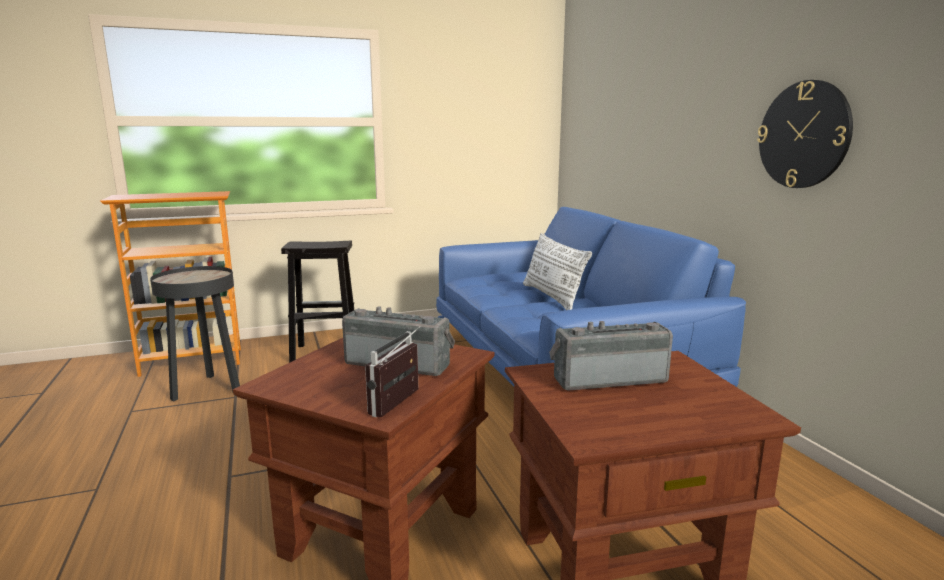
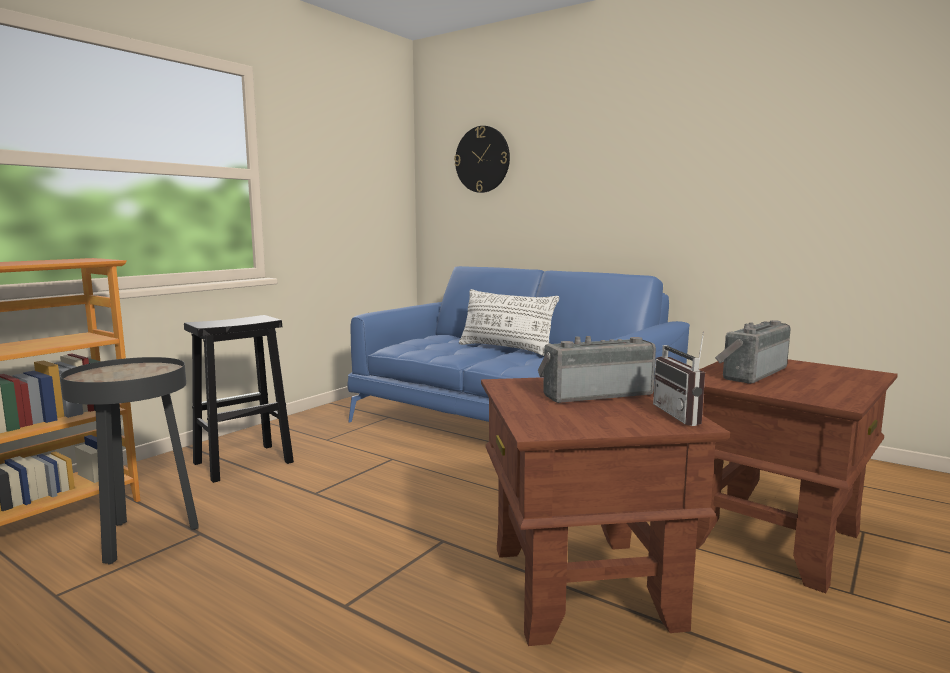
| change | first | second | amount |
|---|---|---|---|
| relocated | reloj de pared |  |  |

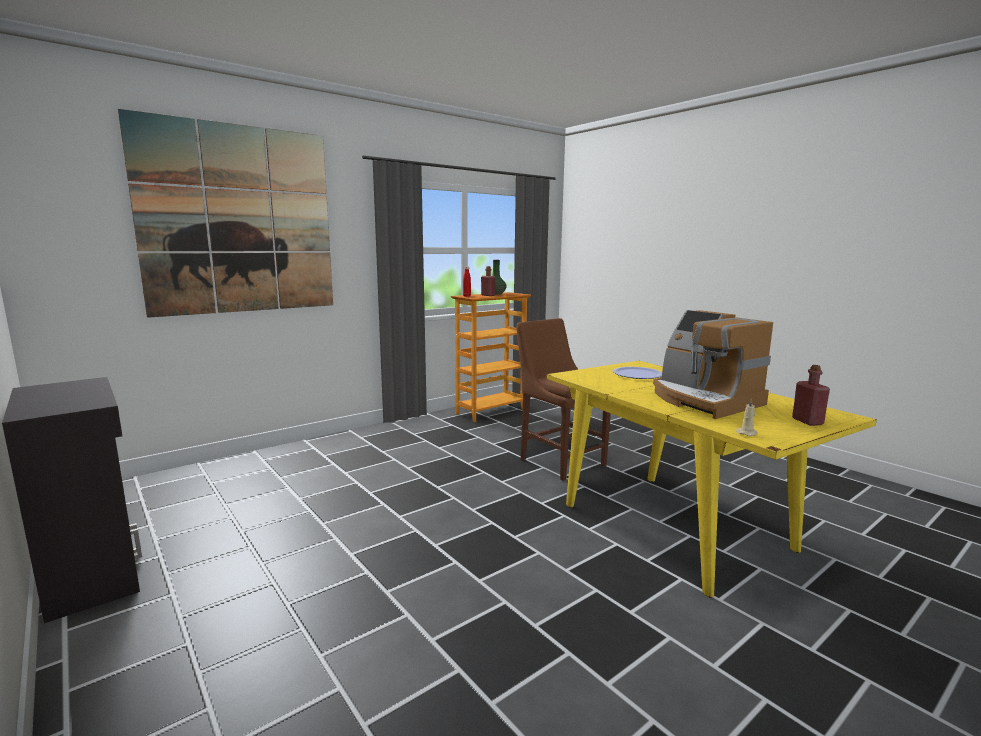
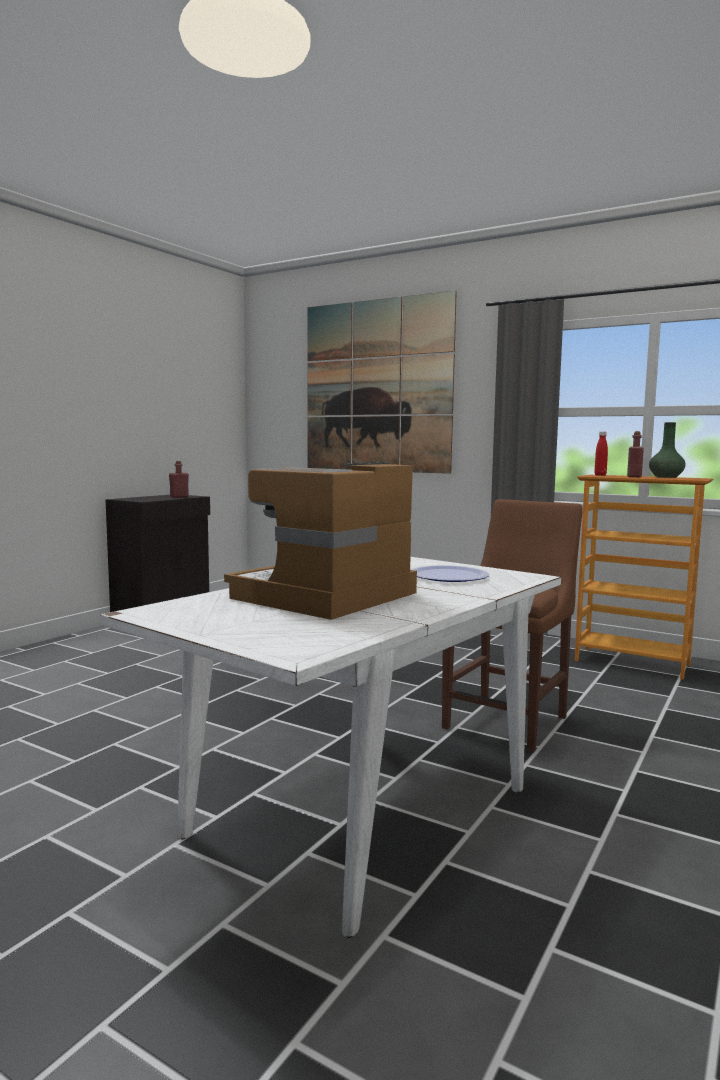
| change | first | second | amount |
|---|---|---|---|
| colour | mesa de comedor (amarillo) | mesa de comedor (blanco) |  |
| missing | vela (beis) |  |  |
| relocated | botella (rojo) (no. 3 from left in the first image) | botella (rojo) (no. 1 from left) |  |

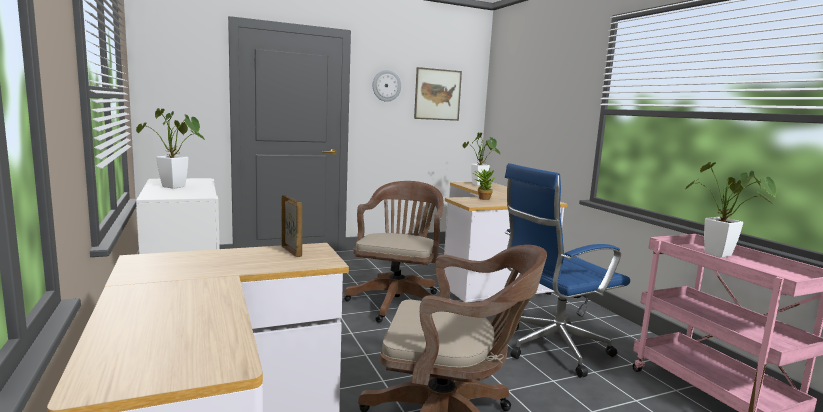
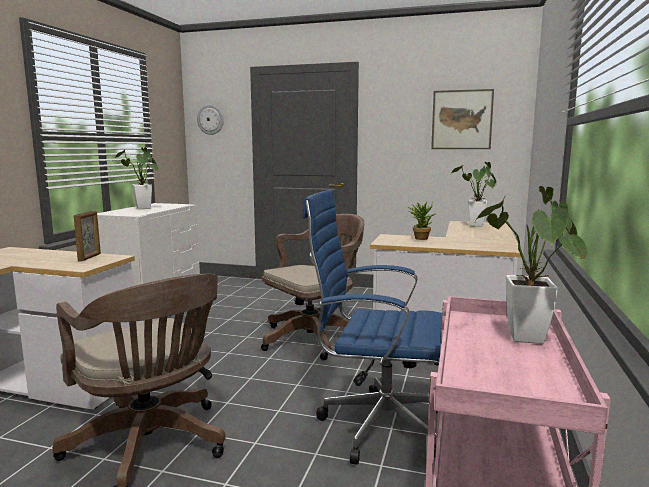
| change | first | second | amount |
|---|---|---|---|
| relocated | reloj de pared |  |  |

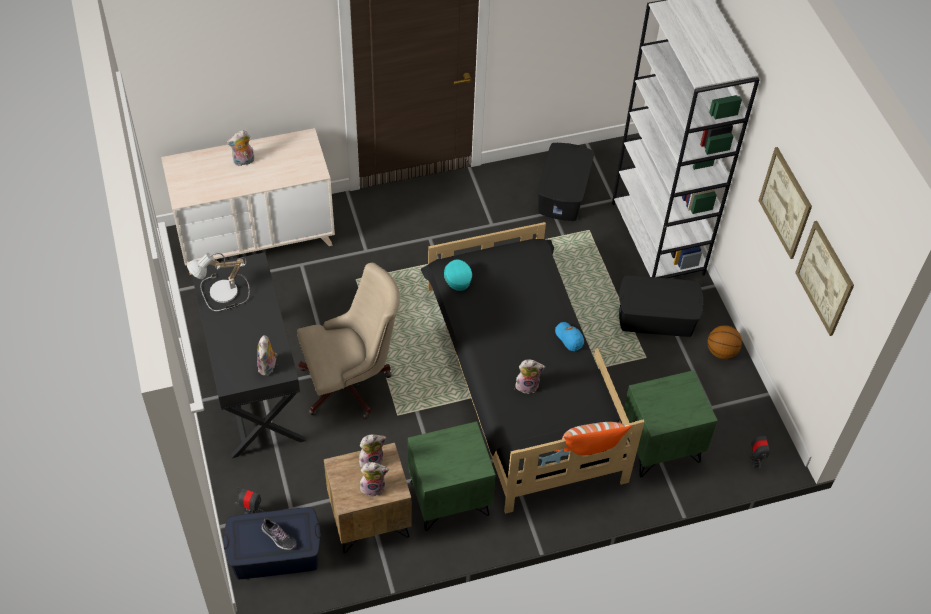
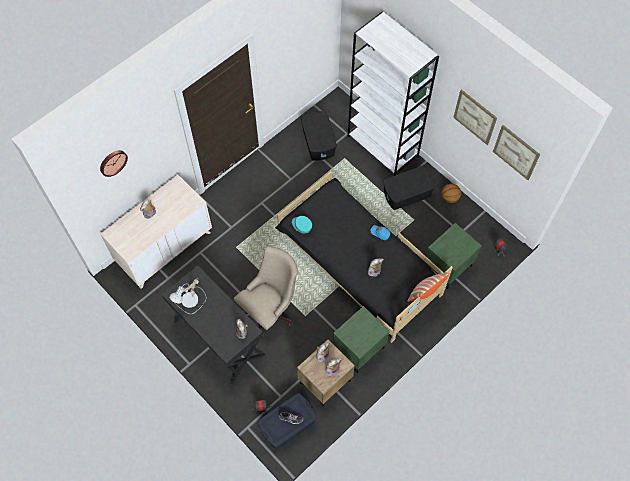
| change | first | second | amount |
|---|---|---|---|
| appeared |  | reloj de pared |  |

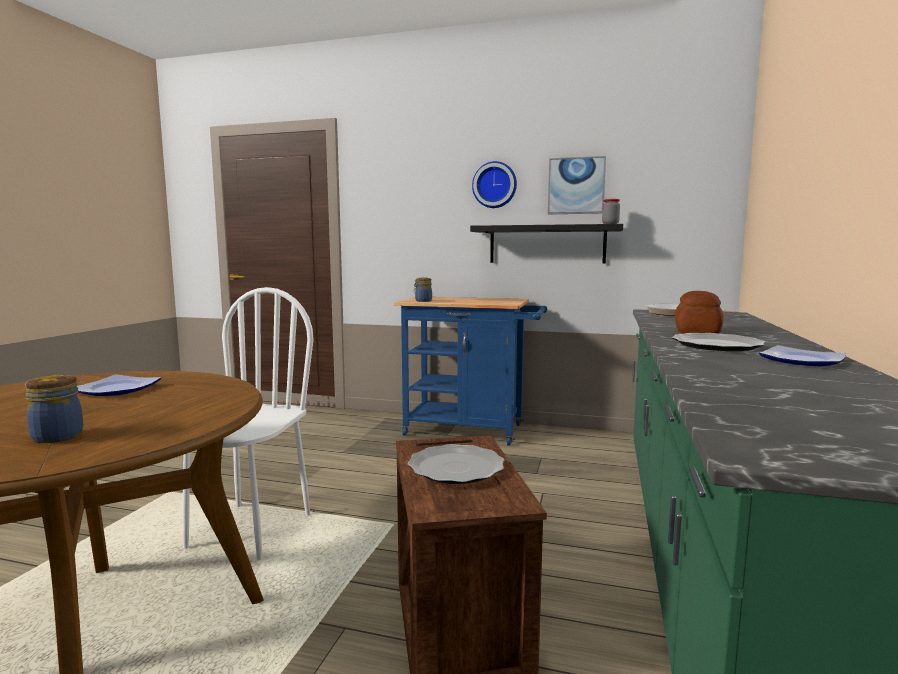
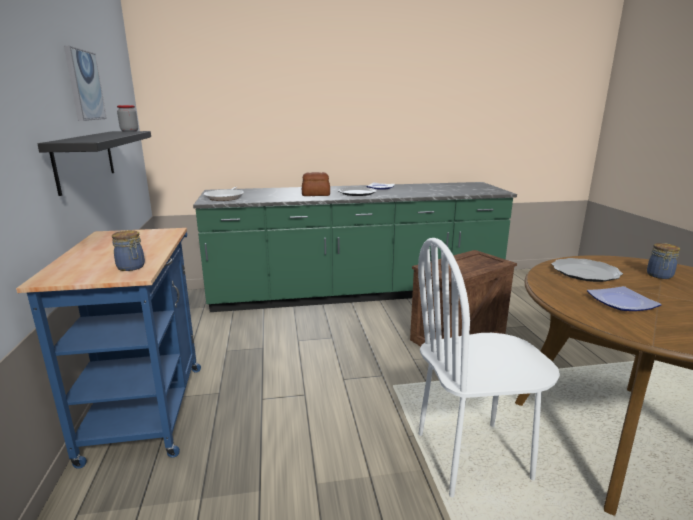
| change | first | second | amount |
|---|---|---|---|
| relocated | plato (no. 2 from left in the first image) | plato (no. 3 from left) |  |
| missing | reloj de pared |  |  |

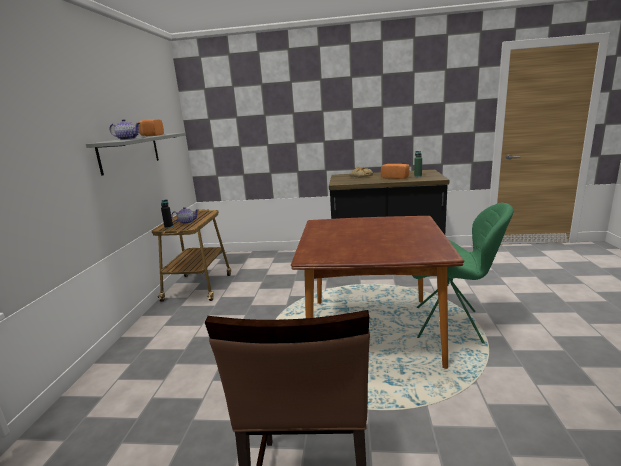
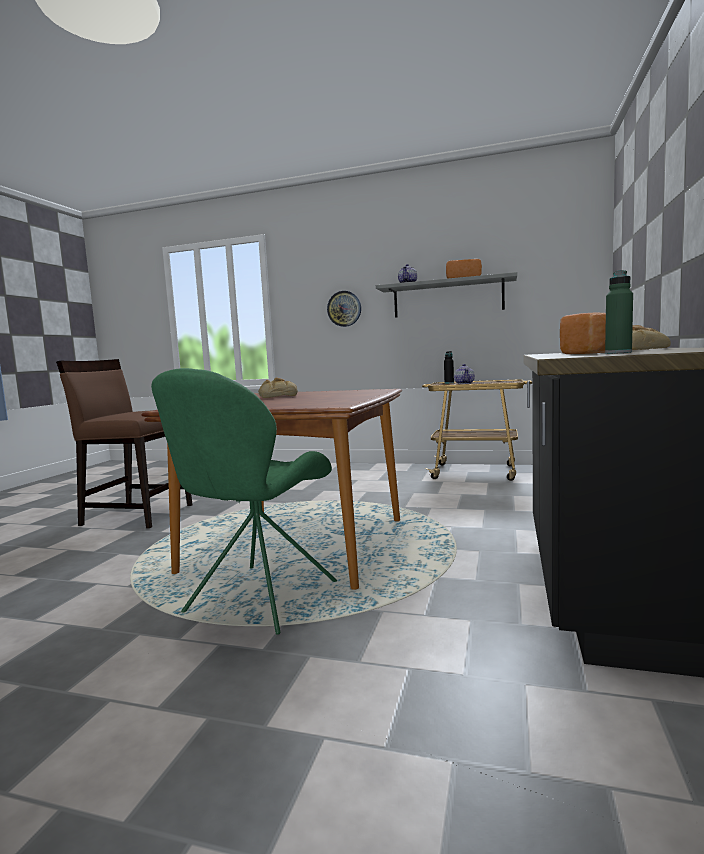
| change | first | second | amount |
|---|---|---|---|
| appeared |  | pan (no. 1 from left) |  |
| appeared |  | reloj de pared |  |

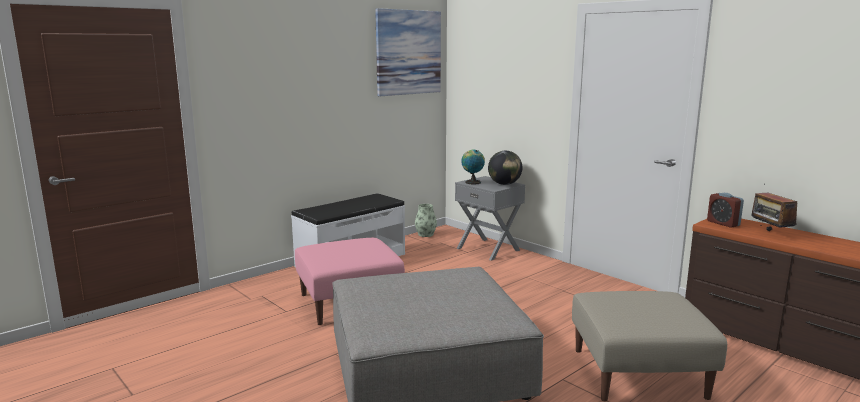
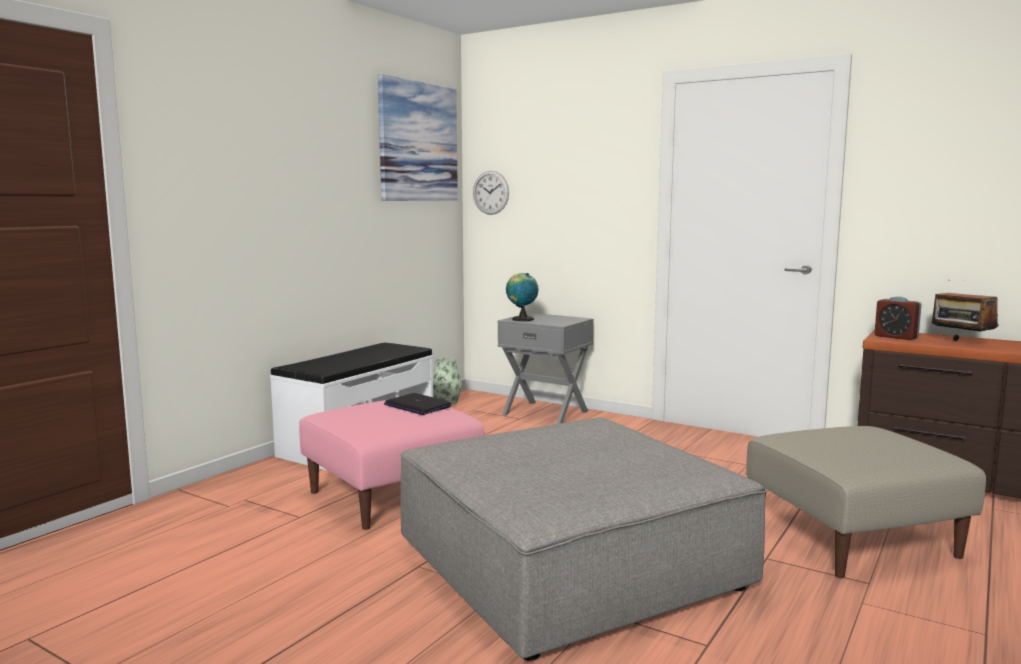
| change | first | second | amount |
|---|---|---|---|
| missing | globo terráqueo (no. 2 from left) |  |  |
| appeared |  | portátil |  |
| appeared |  | reloj de pared |  |

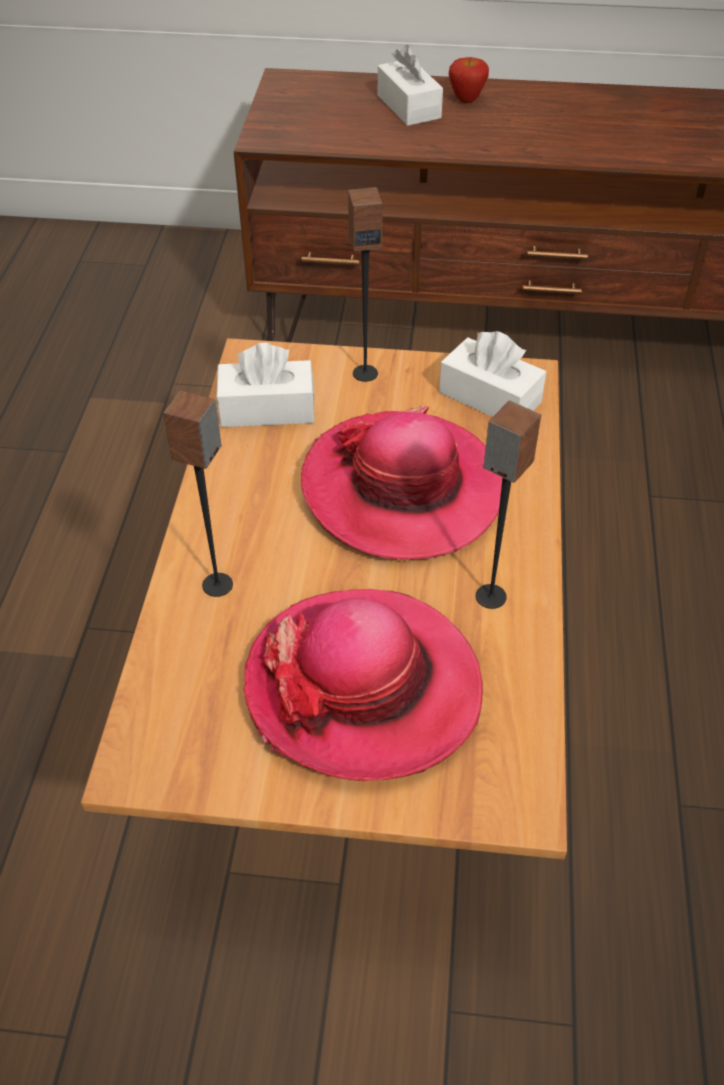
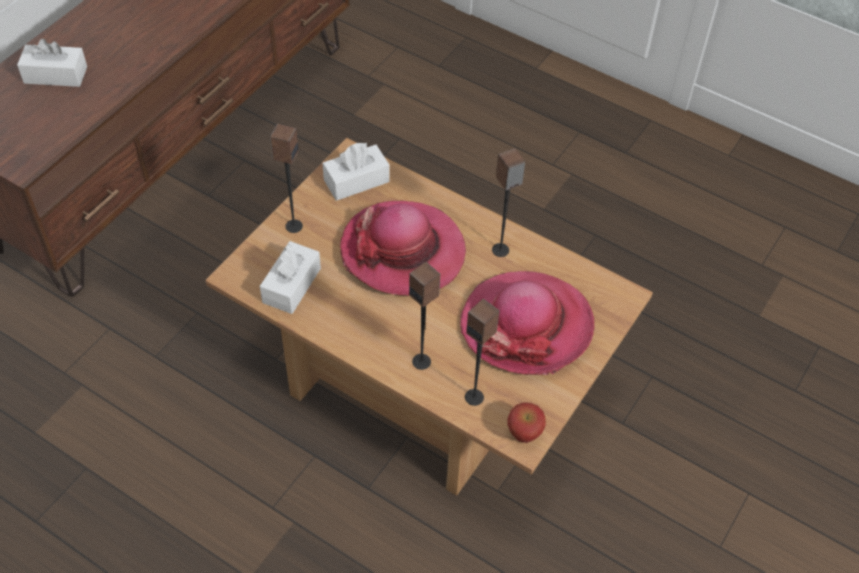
| change | first | second | amount |
|---|---|---|---|
| relocated | manzana |  |  |
| appeared |  | altavoz (no. 3 from left) |  |

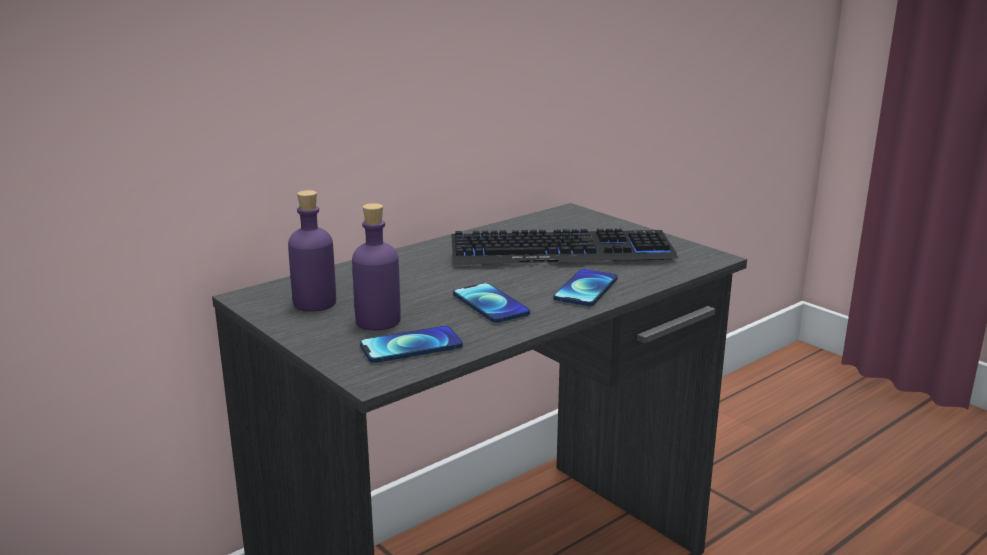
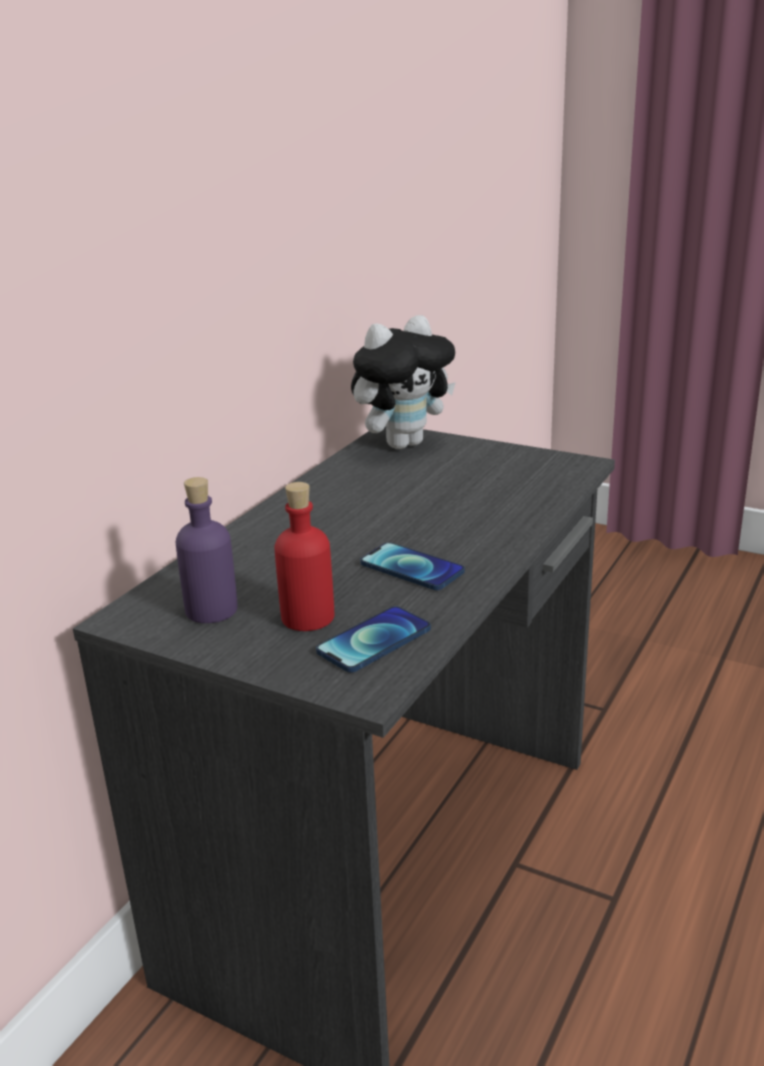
| change | first | second | amount |
|---|---|---|---|
| colour | botella (morado) (no. 2 from left) | botella (rojo) |  |
| missing | teclado |  |  |
| missing | móvil (no. 3 from left) |  |  |
| appeared |  | peluche |  |

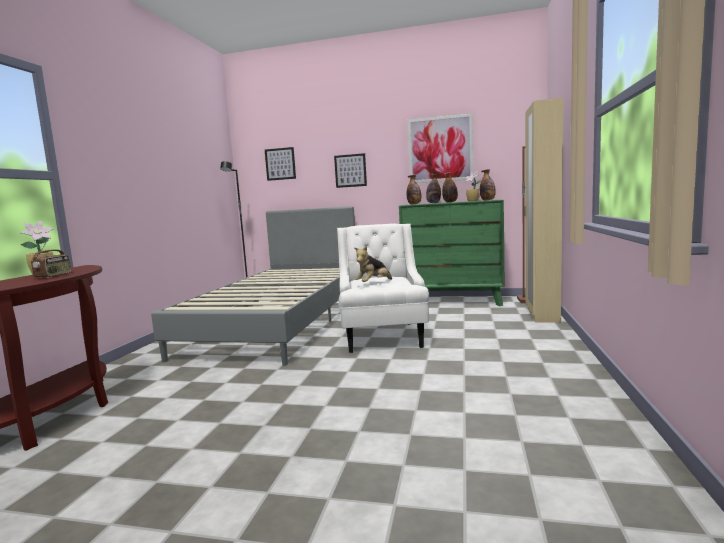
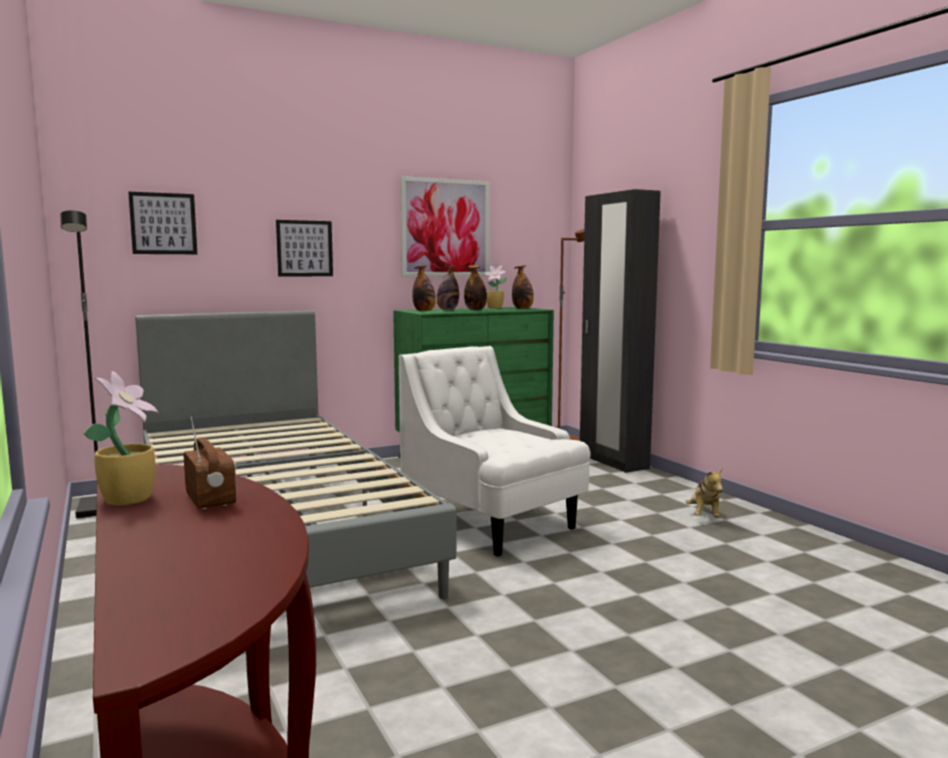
| change | first | second | amount |
|---|---|---|---|
| relocated | peluche |  |  |
| colour | armario ropero (beis) | armario ropero (negro) |  |

